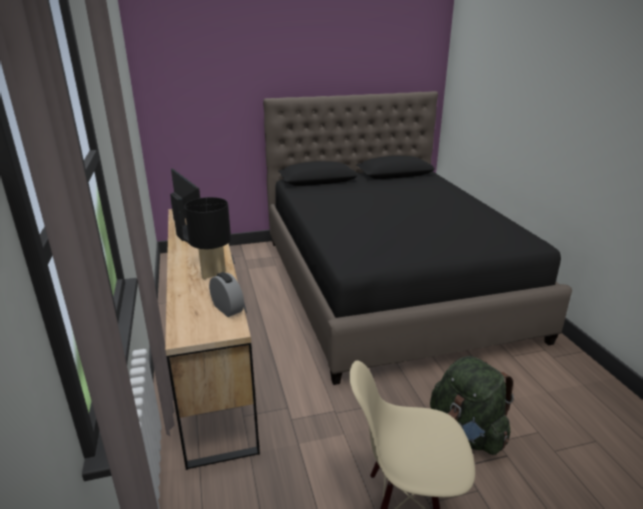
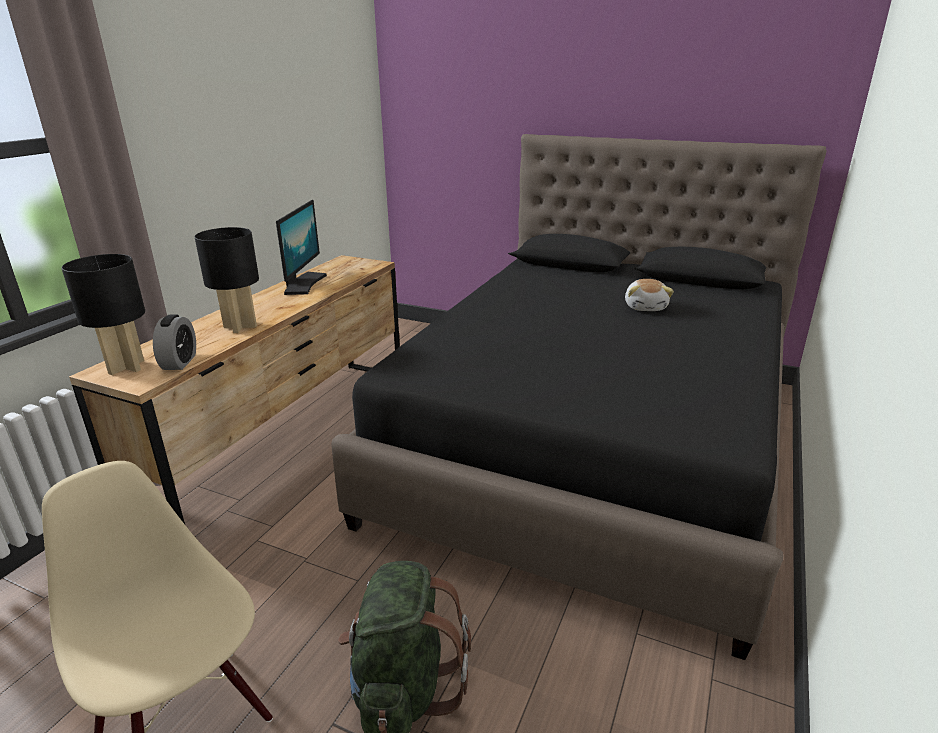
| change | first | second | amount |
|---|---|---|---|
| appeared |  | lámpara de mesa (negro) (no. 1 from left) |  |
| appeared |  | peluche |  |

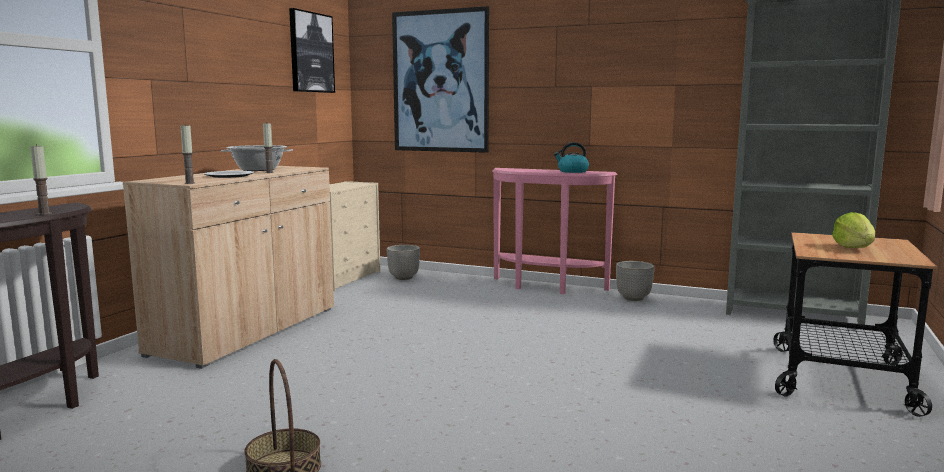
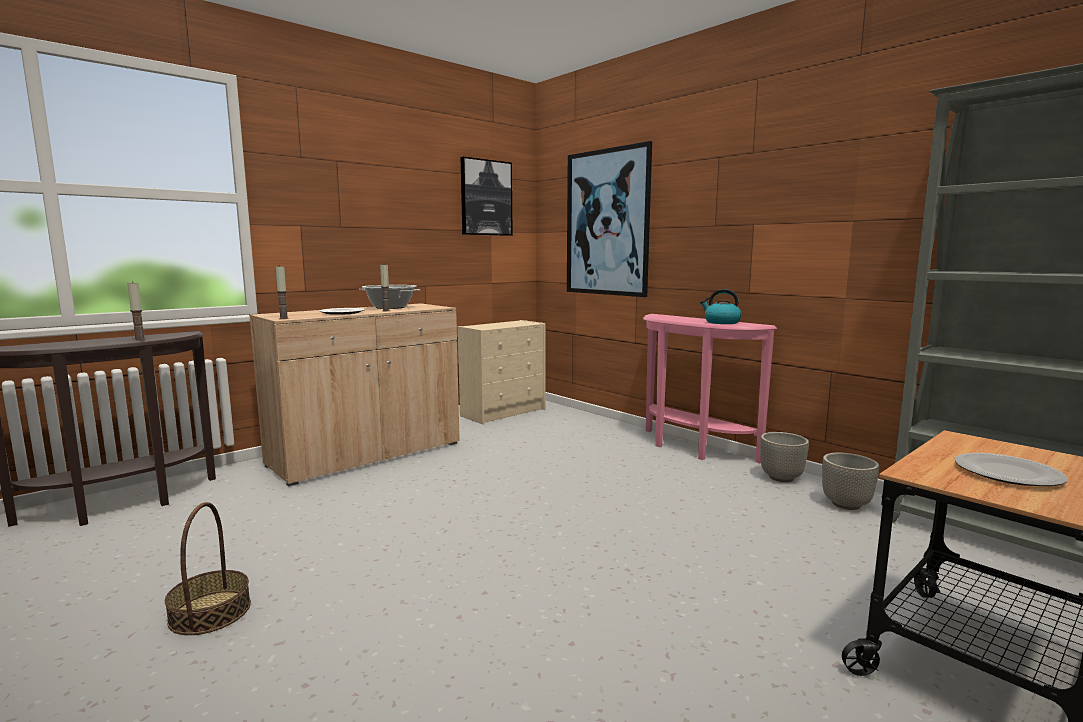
| change | first | second | amount |
|---|---|---|---|
| relocated | maceta (no. 1 from left in the first image) | maceta (no. 2 from left) |  |
| exchanged | lechuga | plato (no. 2 from left) |  |

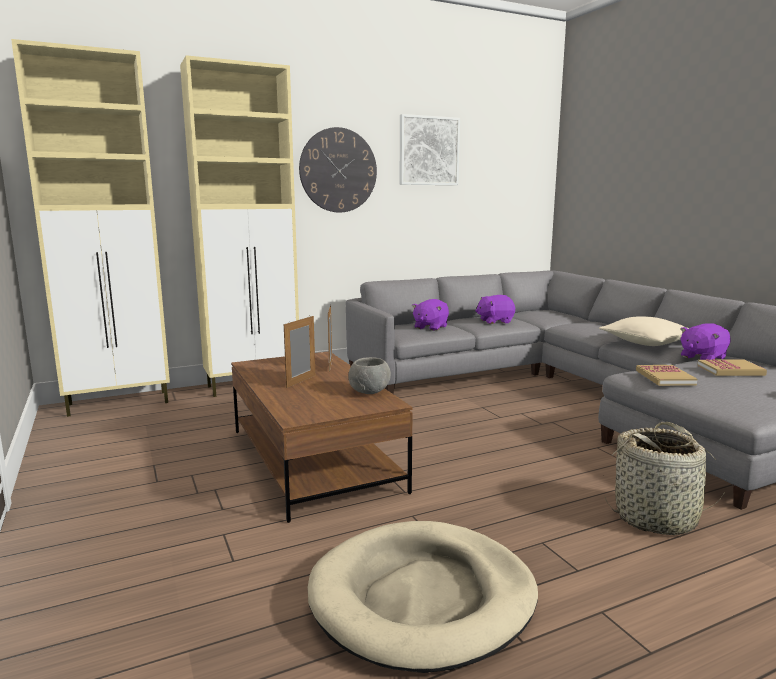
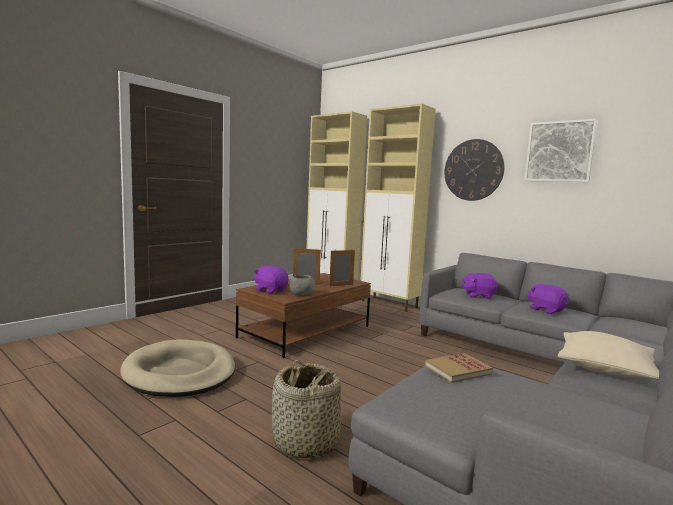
| change | first | second | amount |
|---|---|---|---|
| relocated | peluche (morado) (no. 3 from left in the first image) | peluche (morado) (no. 1 from left) |  |
| missing | libro (no. 2 from left) |  |  |

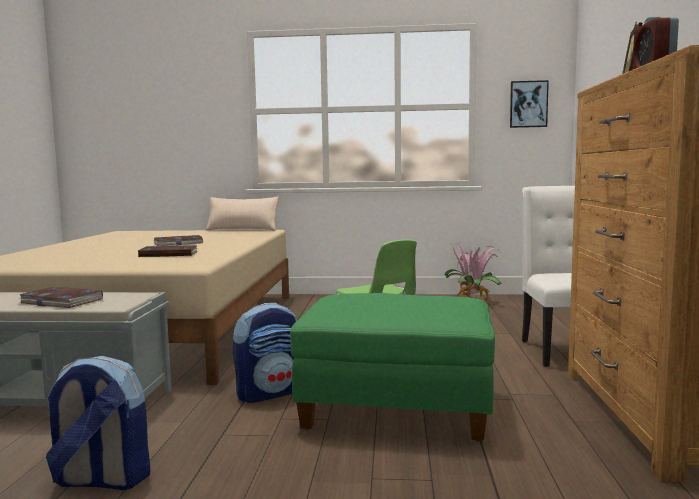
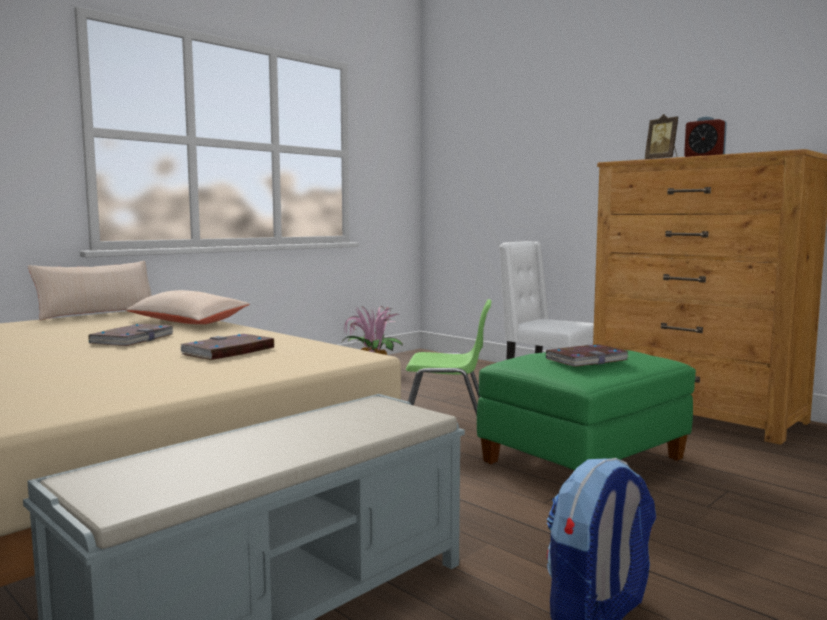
| change | first | second | amount |
|---|---|---|---|
| relocated | libro (no. 1 from left in the first image) | libro (no. 3 from left) |  |
| missing | mochila (no. 2 from left) |  |  |
| missing | cuadro |  |  |
| appeared |  | cojín (beis) (no. 2 from left) |  |

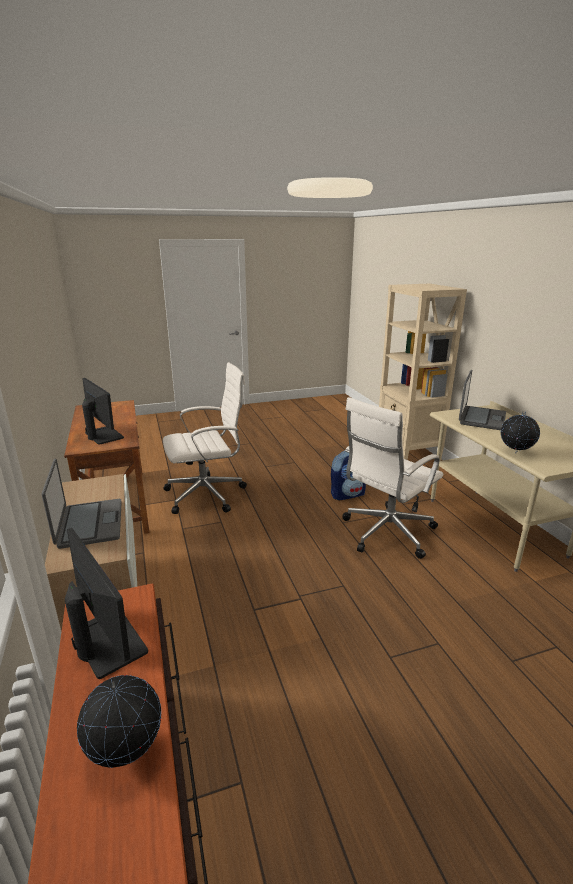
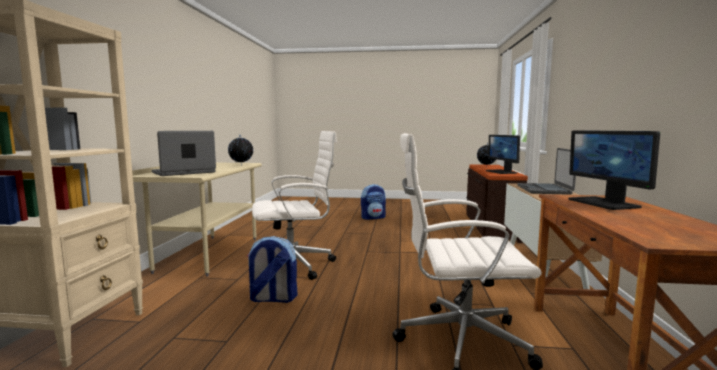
| change | first | second | amount |
|---|---|---|---|
| appeared |  | mochila (no. 2 from left) |  |

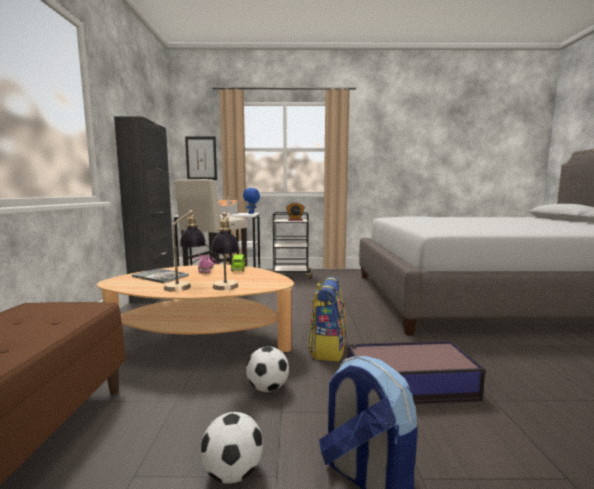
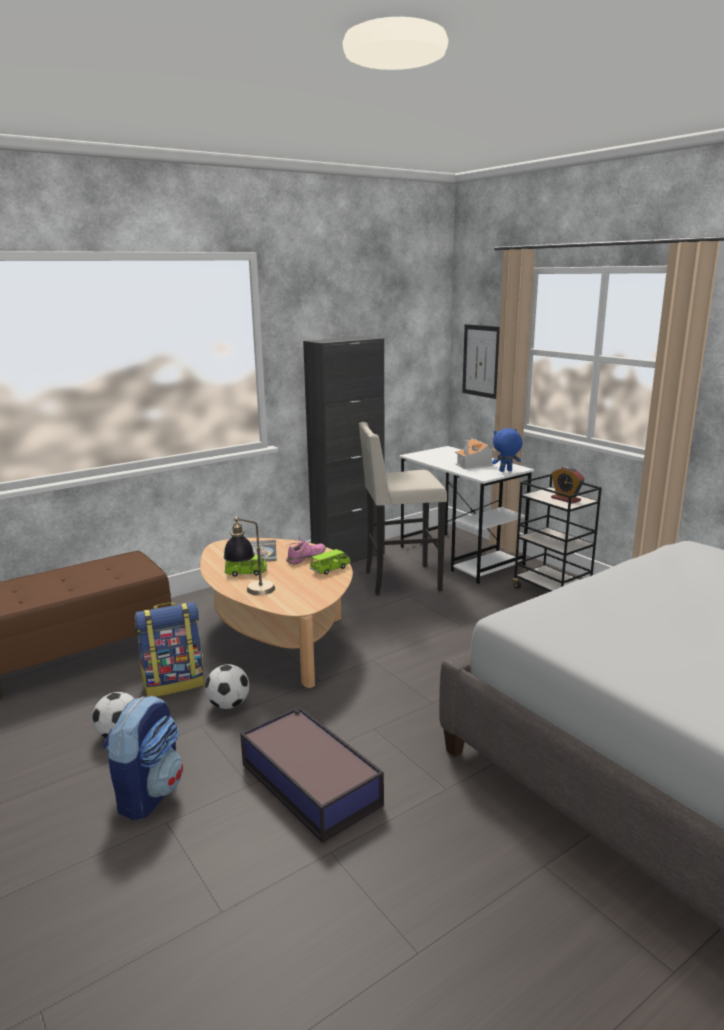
| change | first | second | amount |
|---|---|---|---|
| exchanged | lámpara de mesa (no. 1 from left) | coche de juguete (verde) (no. 1 from left) |  |
| relocated | mochila (no. 1 from left in the first image) | mochila (no. 2 from left) |  |

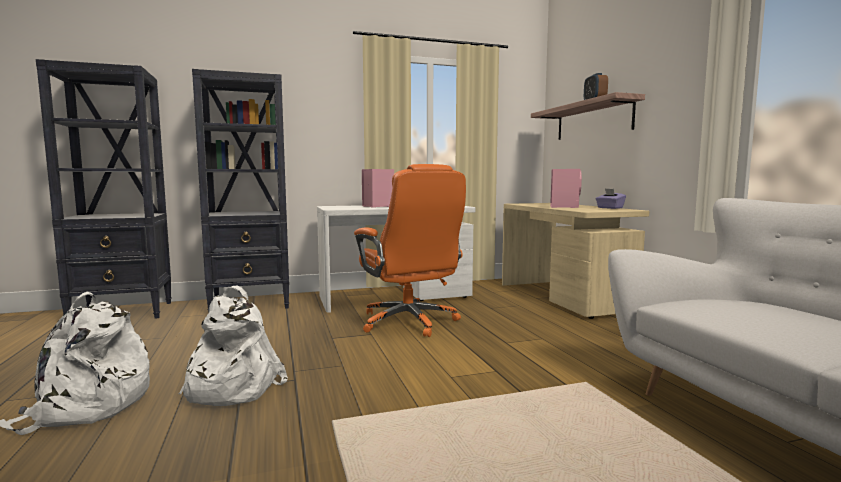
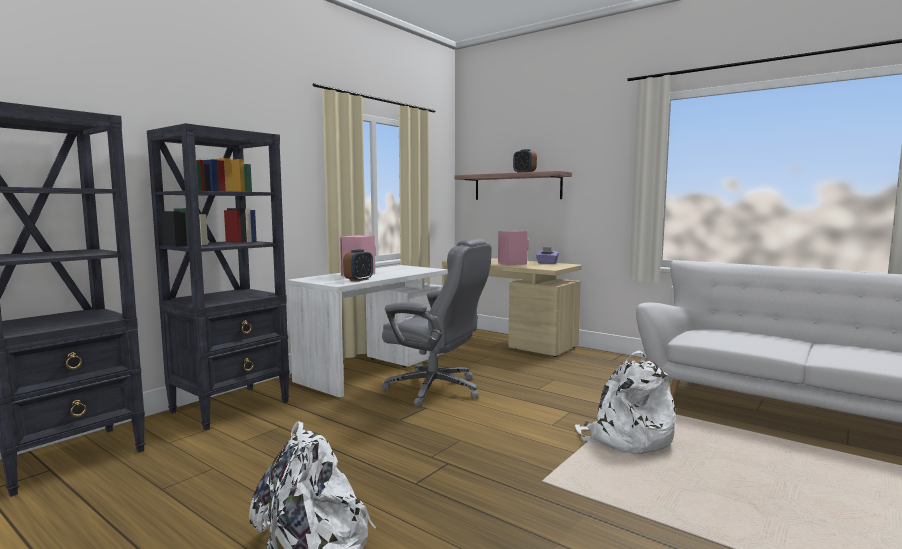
| change | first | second | amount |
|---|---|---|---|
| relocated | mochila (blanco) (no. 2 from left) |  |  |
| colour | silla de oficina (naranja) | silla de oficina (gris) |  |
| appeared |  | despertador (no. 1 from left) |  |

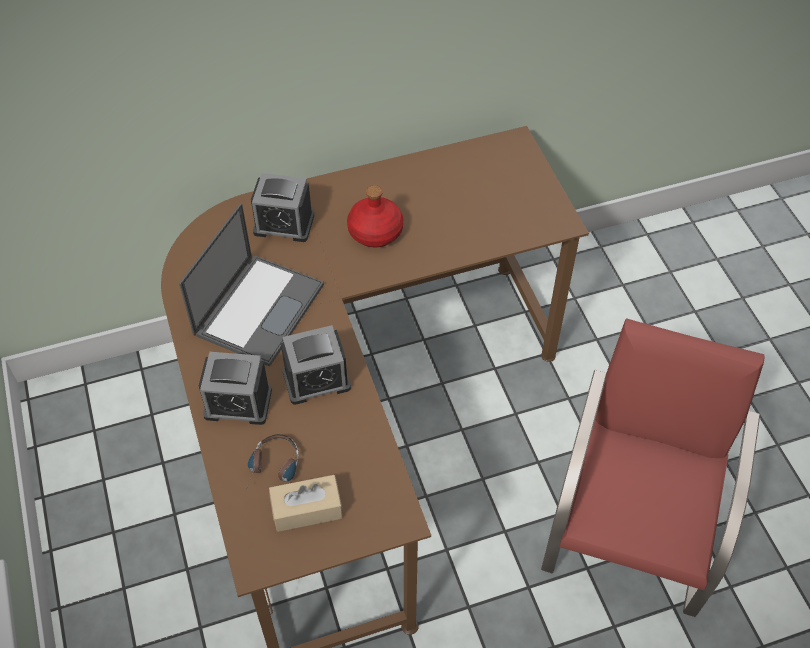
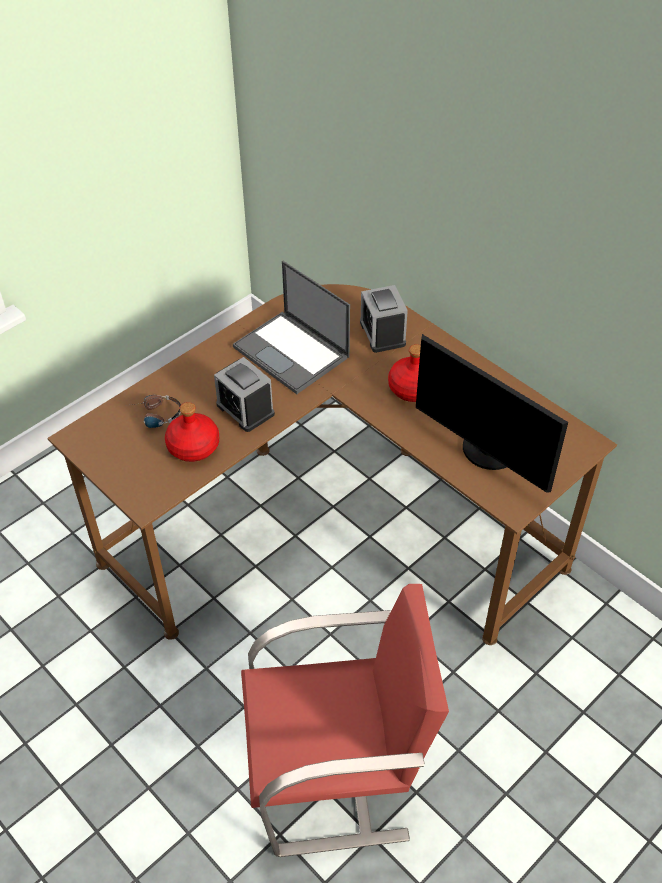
| change | first | second | amount |
|---|---|---|---|
| spun | portátil |  | 45 degrees clockwise |
| missing | despertador (no. 1 from left) |  |  |
| missing | caja de pañuelos (beis) |  |  |
| appeared |  | botella (rojo) (no. 1 from left) |  |
| appeared |  | monitor |  |

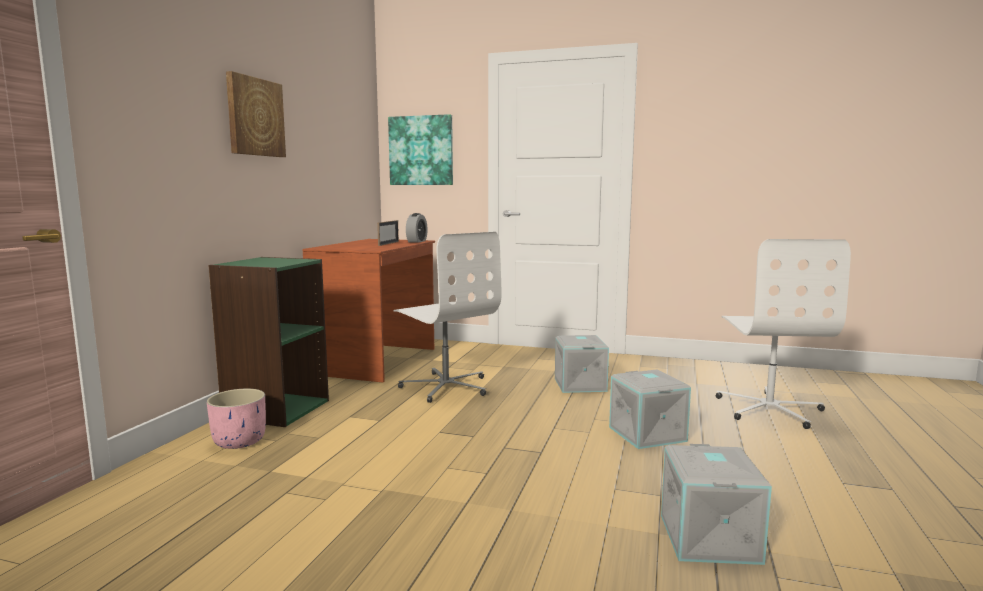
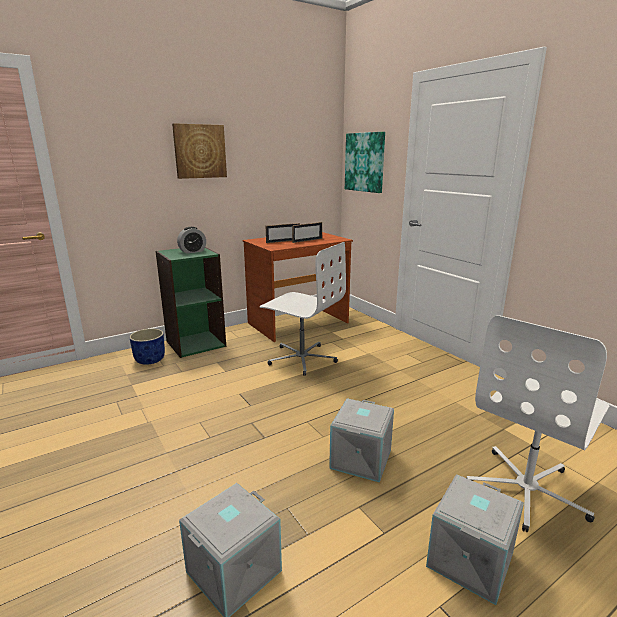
| change | first | second | amount |
|---|---|---|---|
| colour | maceta (rosa) | maceta (azul) |  |
| spun | silla de oficina (blanco) (no. 1 from left) |  | 60 degrees counterclockwise |
| relocated | despertador |  |  |
| relocated | caja de almacenaje (gris) (no. 1 from left in the first image) | caja de almacenaje (gris) (no. 3 from left) |  |
| appeared |  | portarretratos (no. 1 from left) |  |

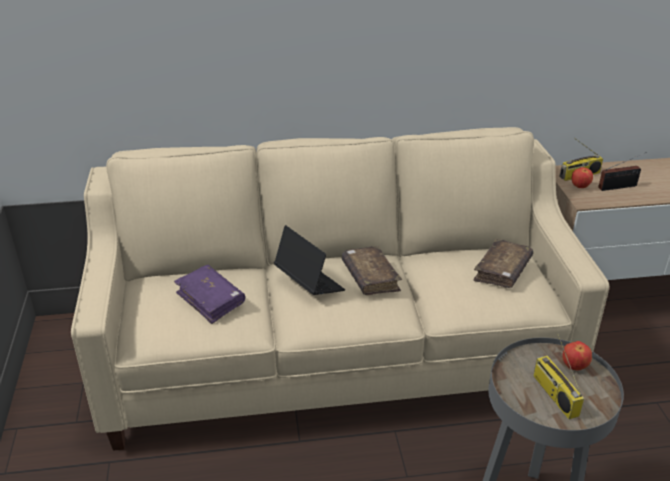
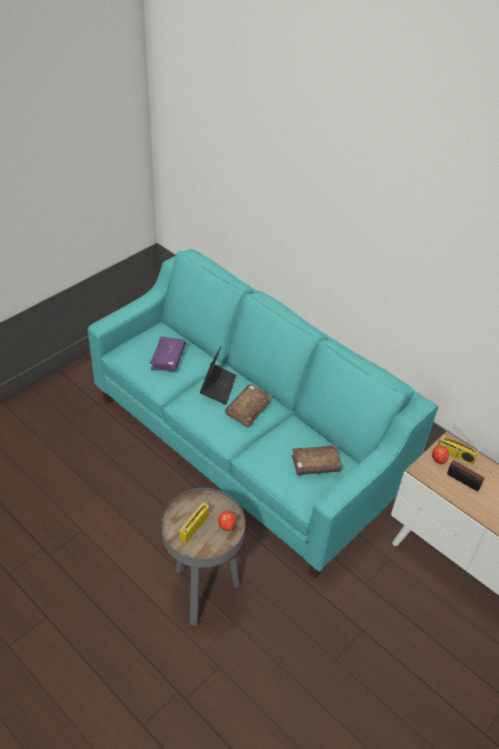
| change | first | second | amount |
|---|---|---|---|
| colour | sofá (beis) | sofá (turquesa) |  |

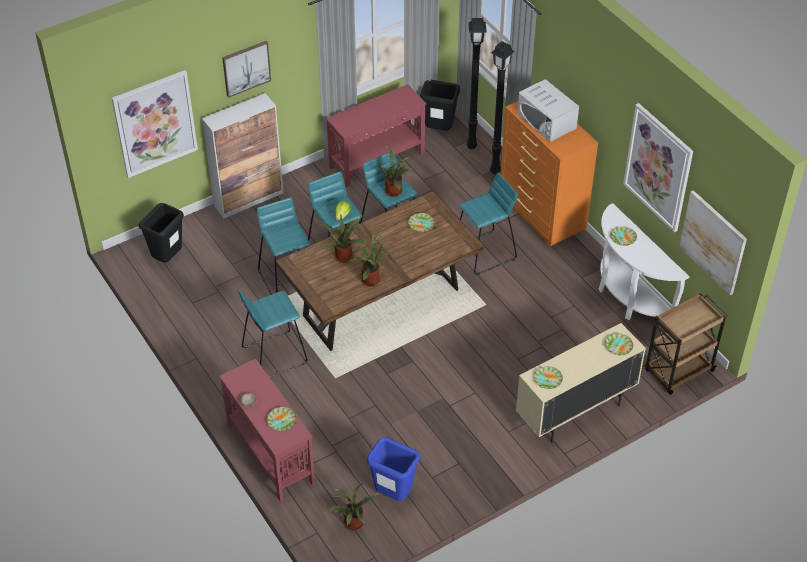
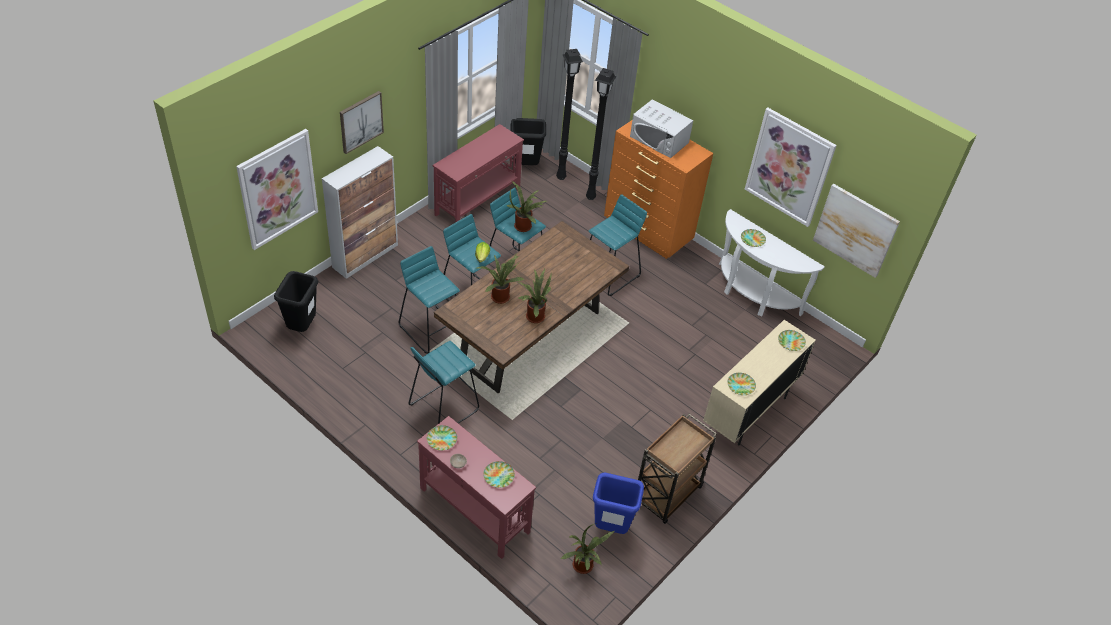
| change | first | second | amount |
|---|---|---|---|
| relocated | plato (no. 2 from left in the first image) | plato (no. 1 from left) |  |
| relocated | carrito (marrón) |  |  |

